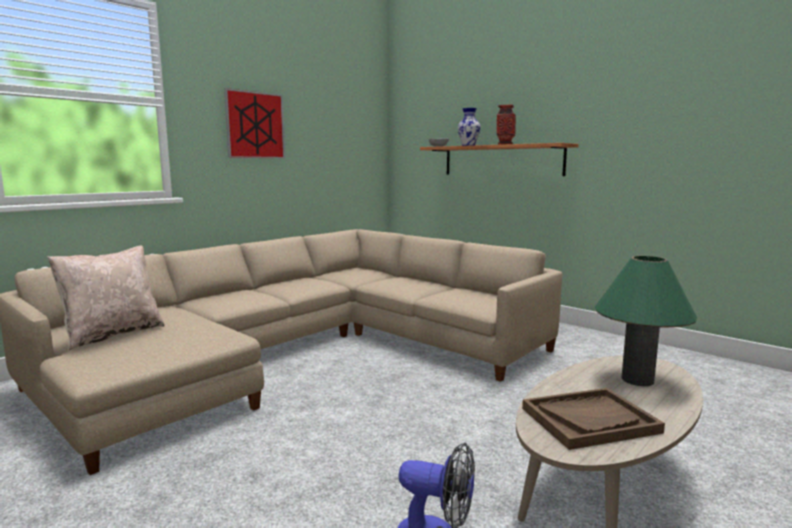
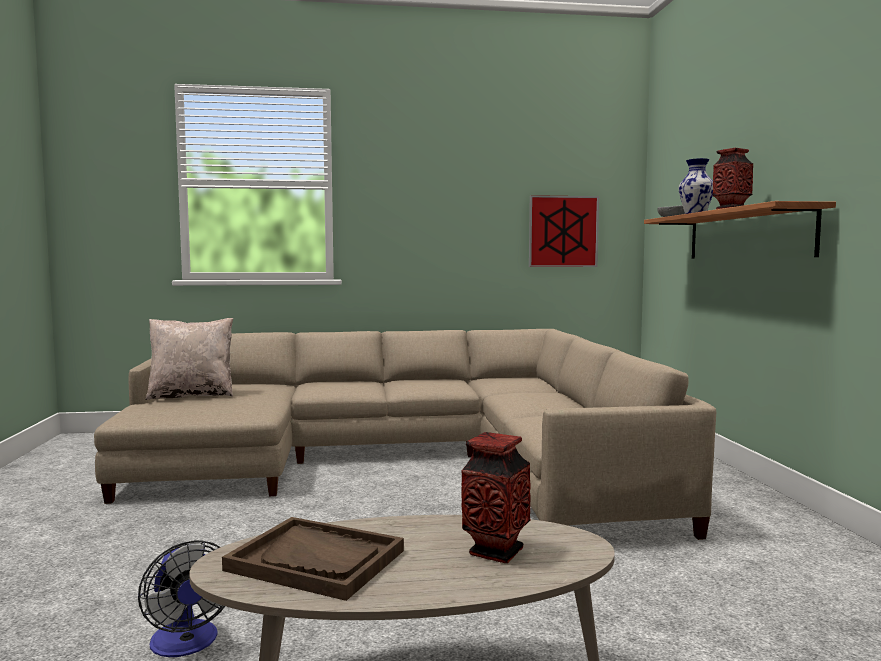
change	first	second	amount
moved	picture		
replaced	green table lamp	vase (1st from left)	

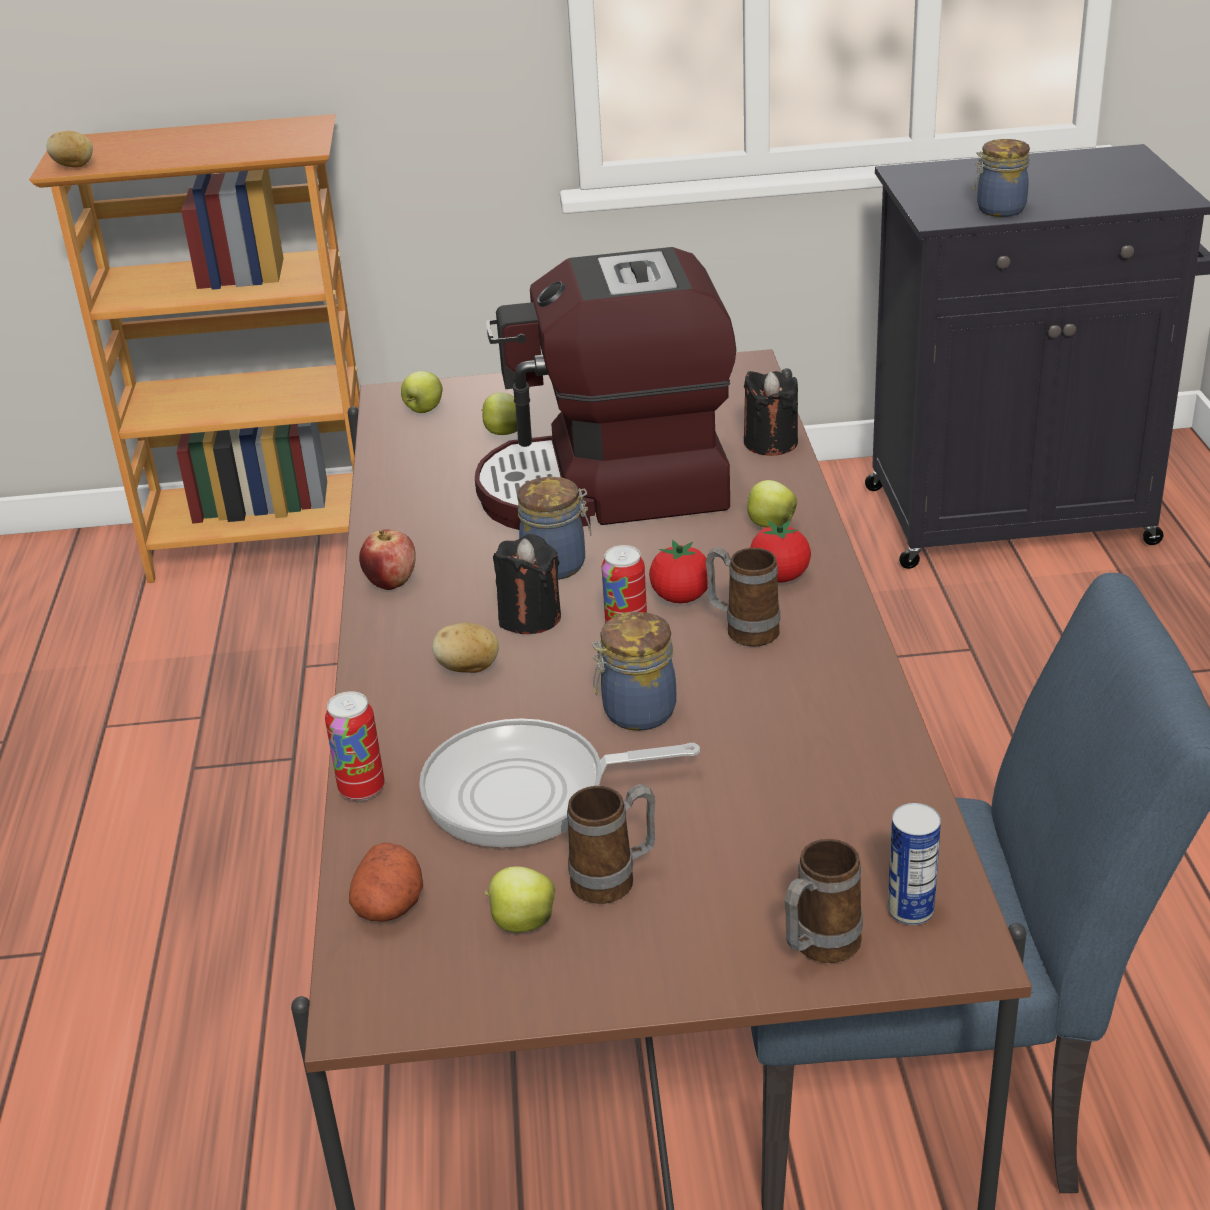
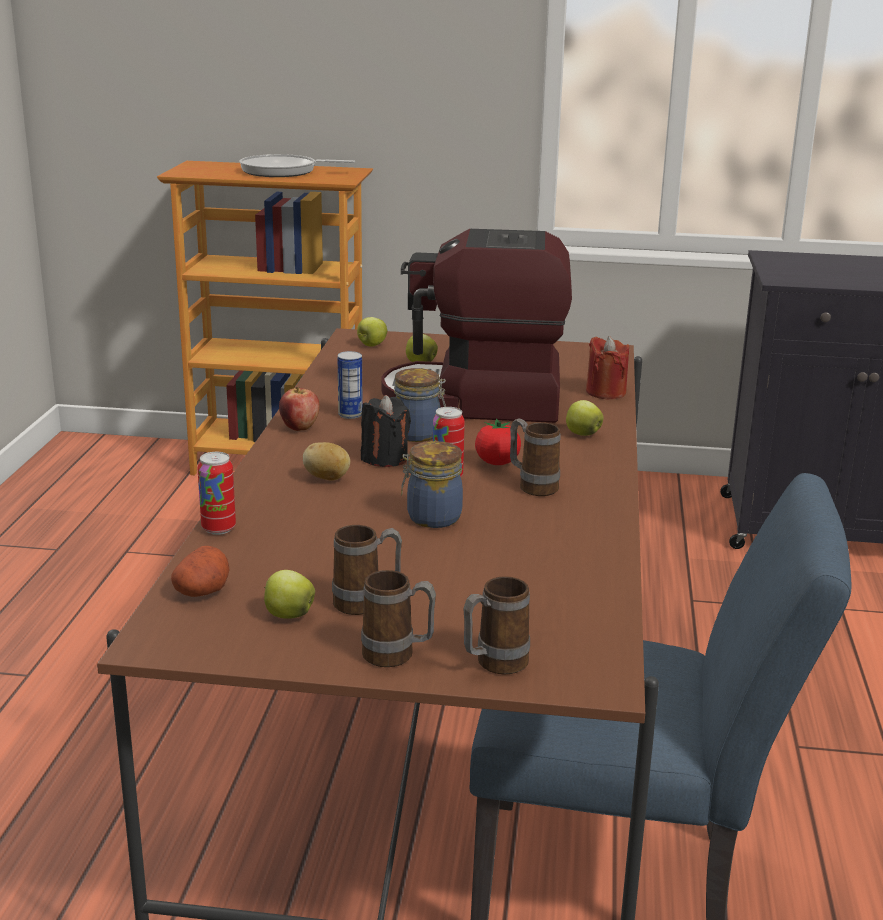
change	first	second	amount
removed	potato (1st from left)		
removed	jar (3rd from left)		
recoloured	black candle (2nd from left)	red candle	
removed	tomato (2nd from left)		
moved	frying pan		
moved	can (3rd from left in the first image)	can (2nd from left)	
added		mug (2nd from left)	

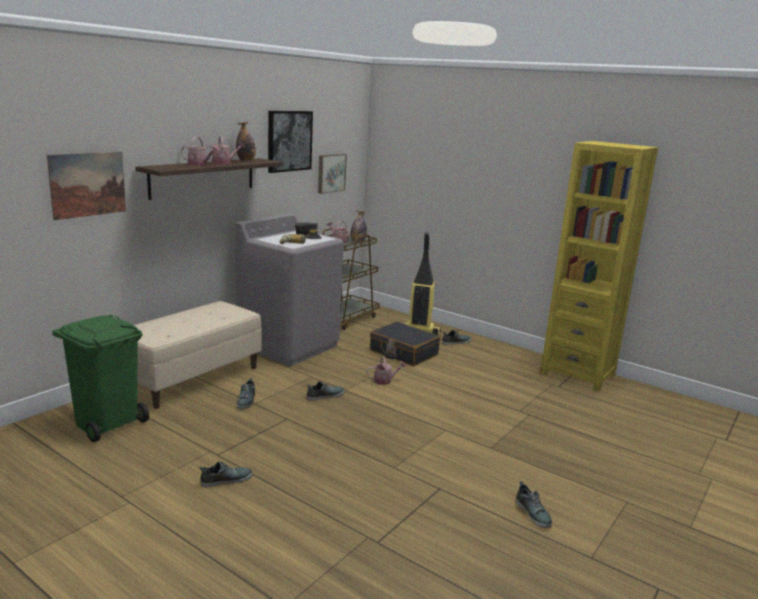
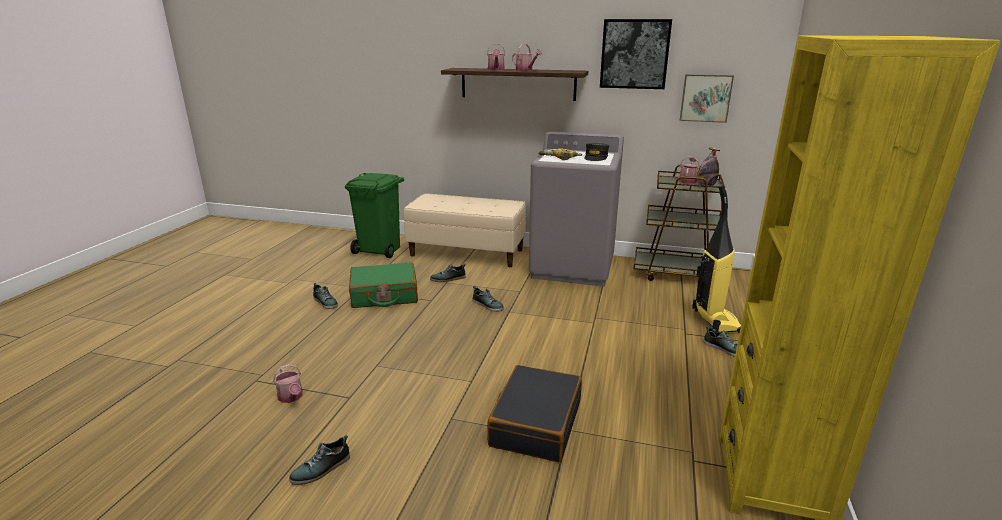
change	first	second	amount
removed	bottle (1st from left)		
removed	picture (1st from left)		
moved	black suitcase		
moved	watering can (4th from left in the first image)	watering can (1st from left)	
added		green suitcase	

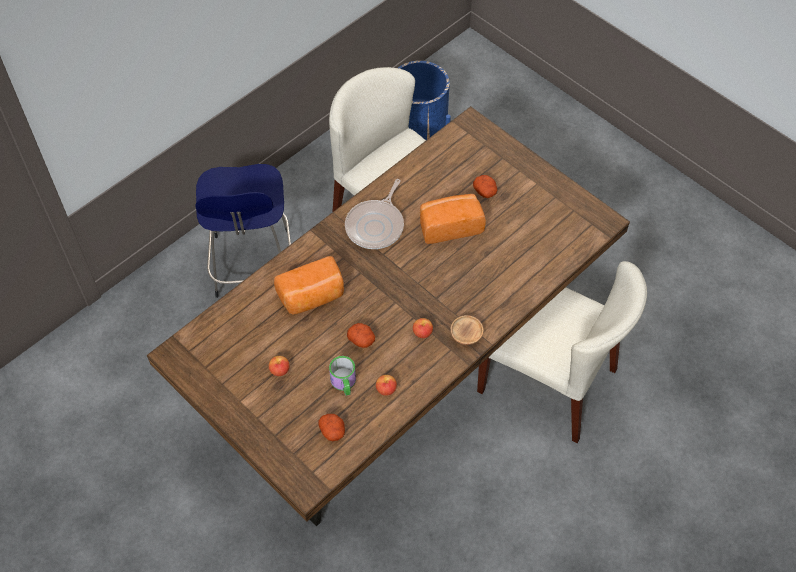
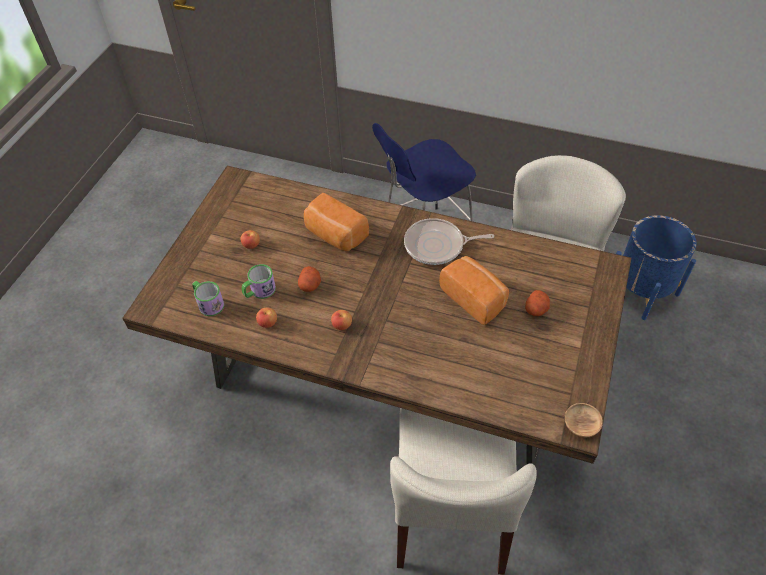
change	first	second	amount
moved	brown bowl		
replaced	potato (1st from left)	mug (1st from left)	

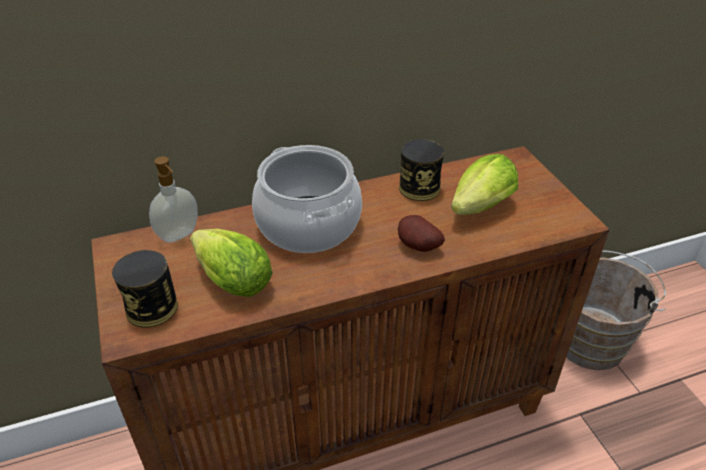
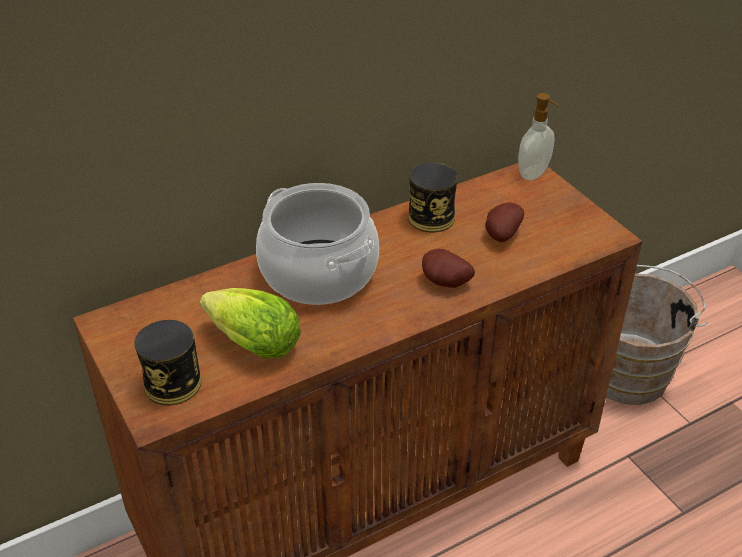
change	first	second	amount
replaced	lettuce (2nd from left)	potato (2nd from left)	
moved	soap dispenser		

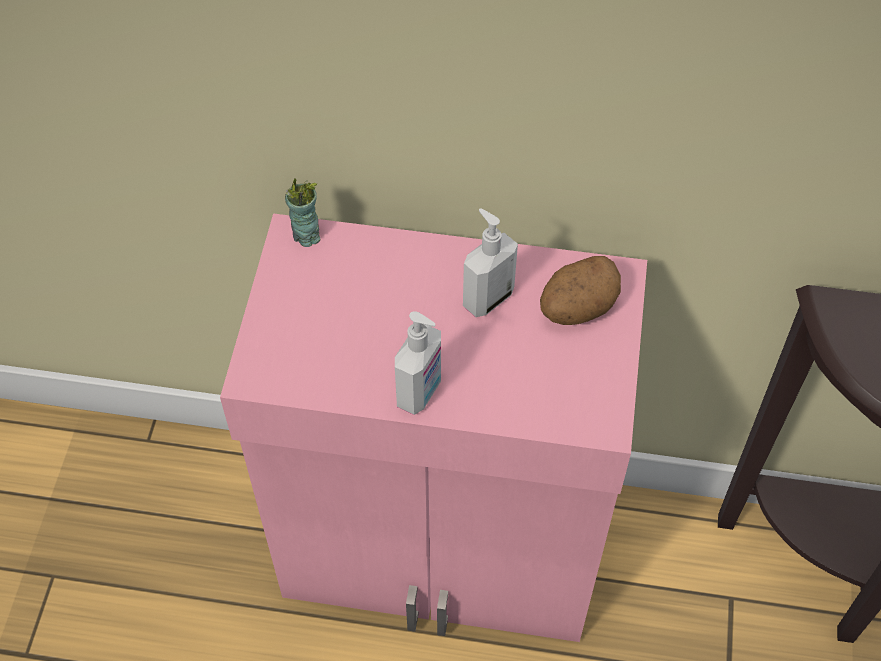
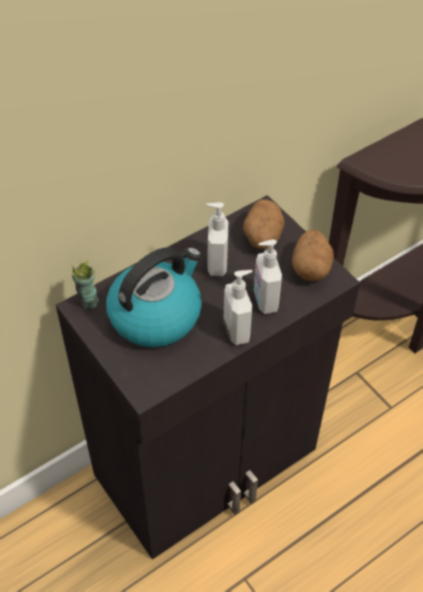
change	first	second	amount
recoloured	pink cabinet	black cabinet	
added		potato (2nd from left)	
added		soap dispenser (3rd from left)	
added		kettle	

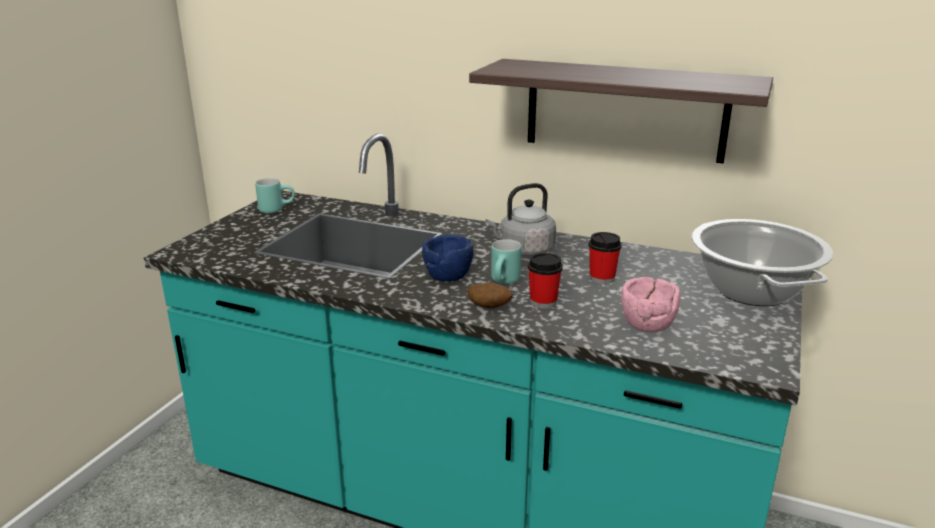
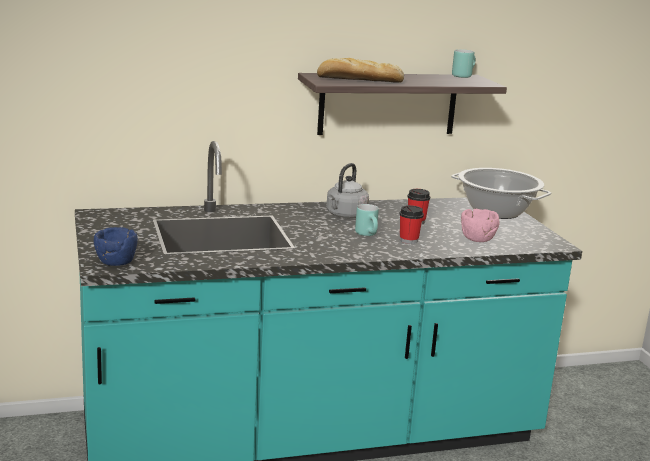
change	first	second	amount
moved	turquoise mug (1st from left in the first image)	turquoise mug (2nd from left)	
moved	blue bowl		
removed	potato		
added		bread	

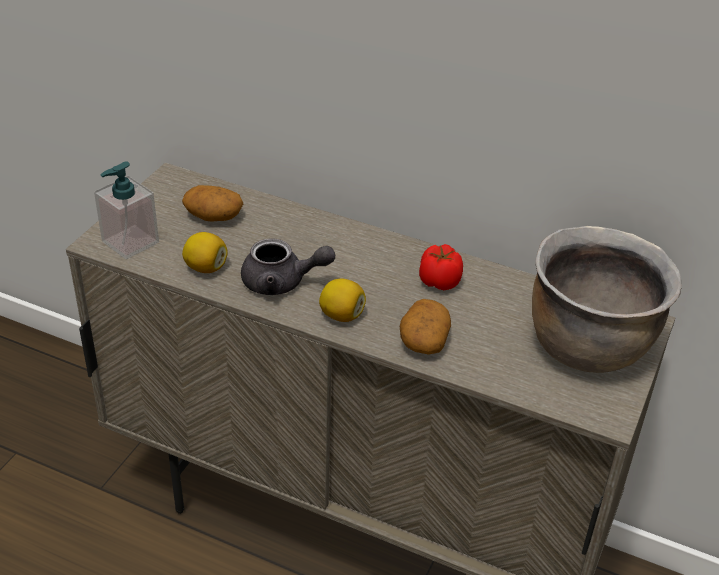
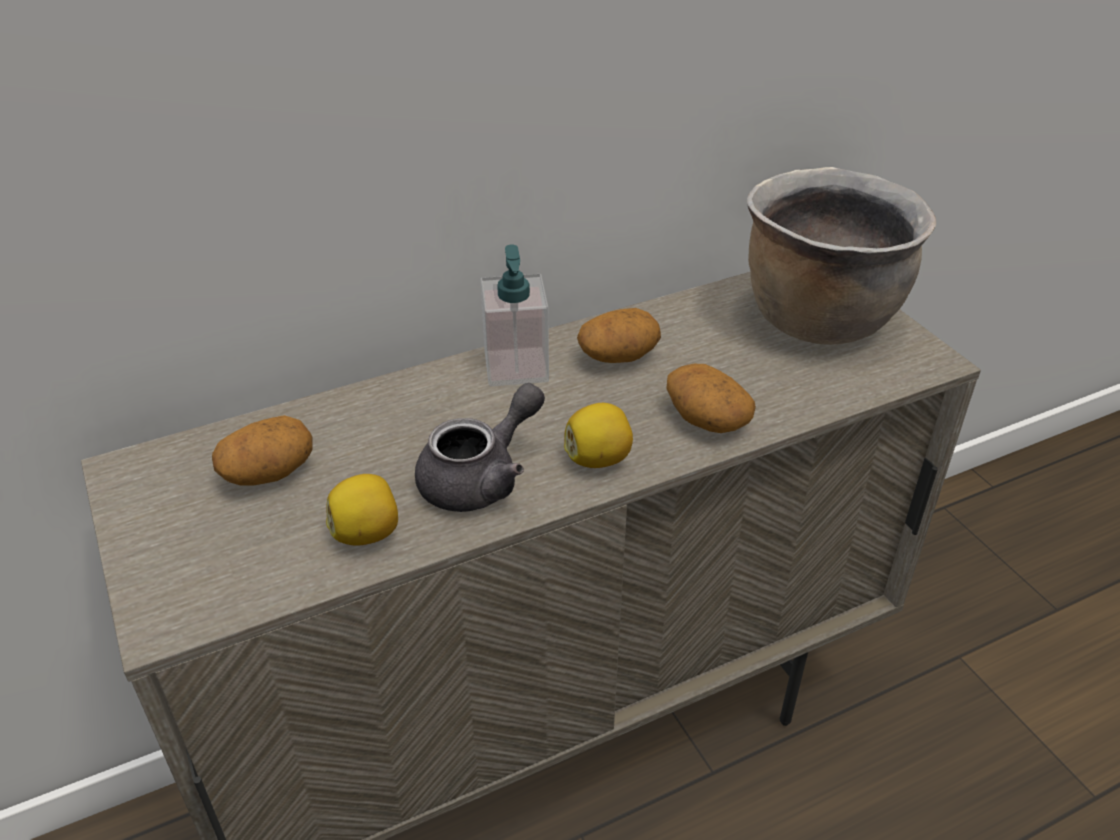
change	first	second	amount
moved	soap dispenser		
replaced	tomato	potato (2nd from left)	

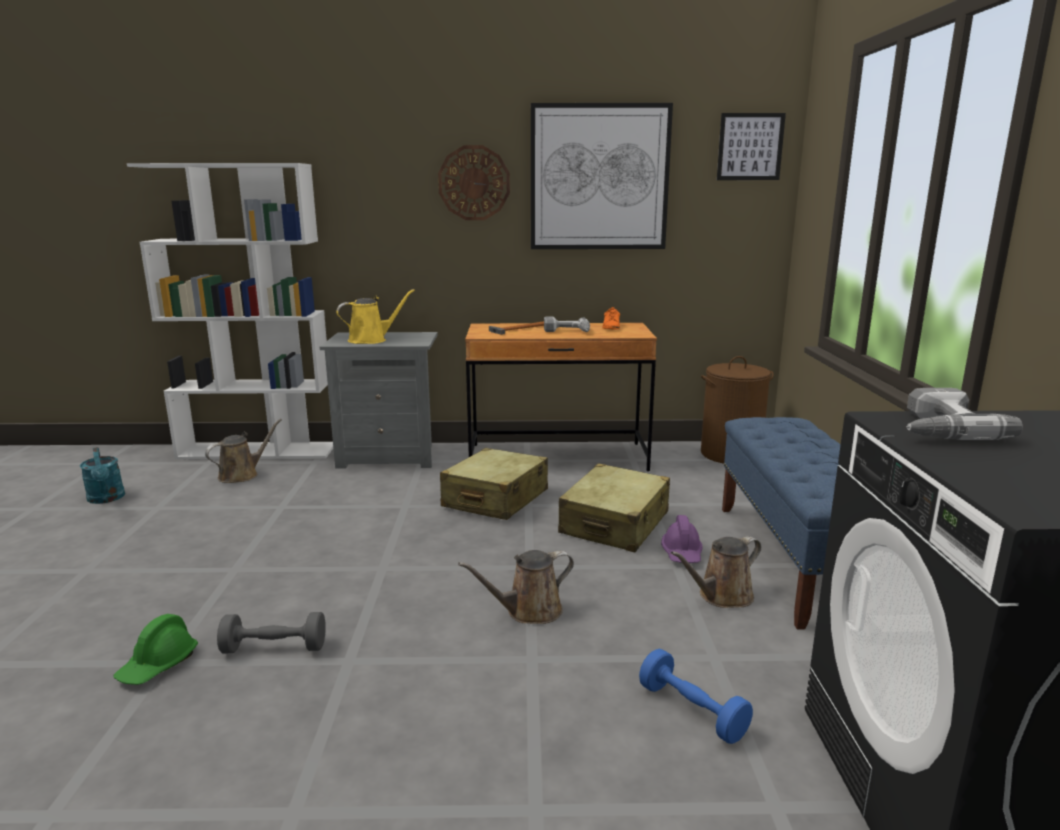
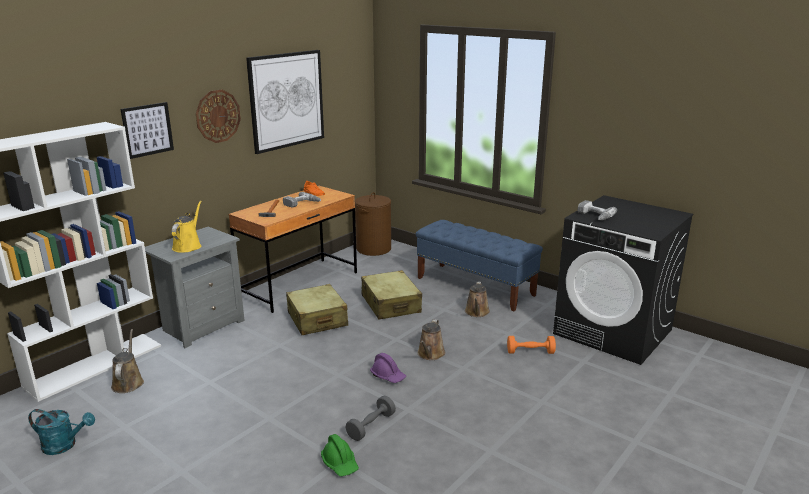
change	first	second	amount
moved	picture (2nd from left in the first image)	picture (1st from left)	
moved	purple hard hat		
recoloured	blue dumbbell	orange dumbbell	

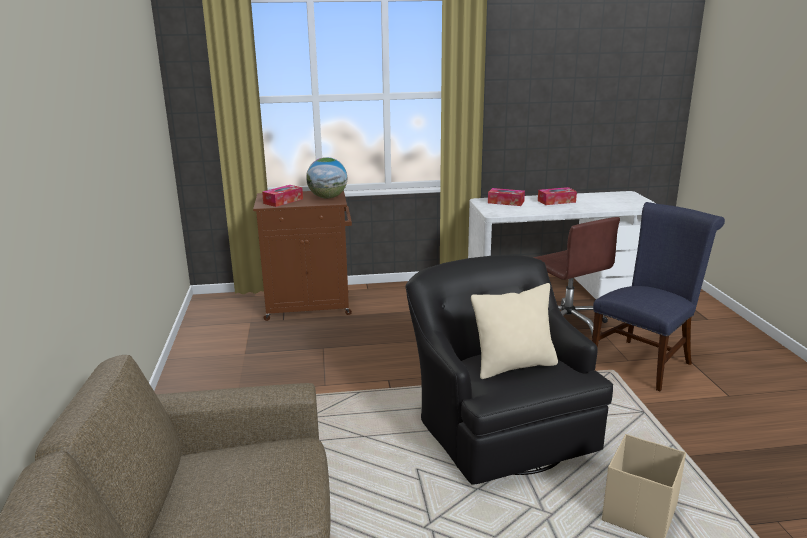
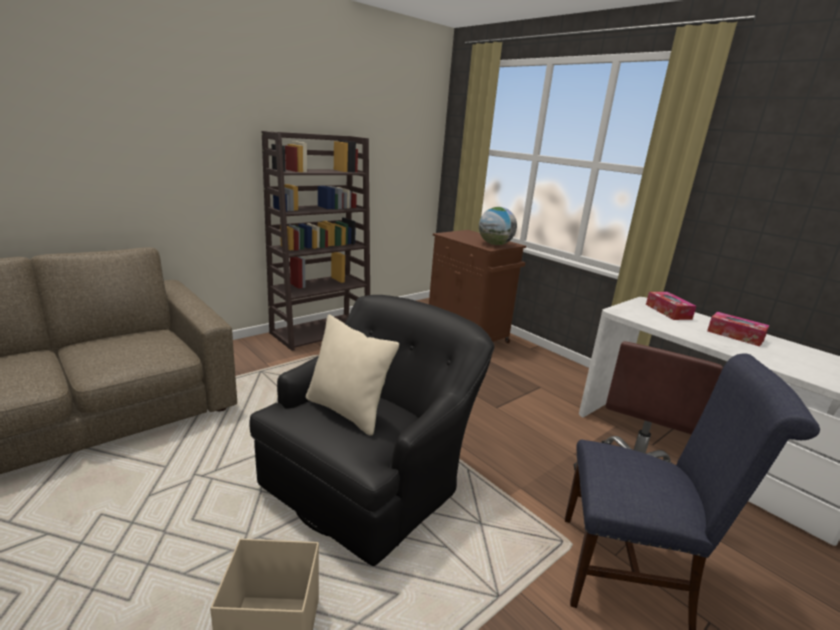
change	first	second	amount
removed	tissue box (1st from left)		
added		brown bookcase	

